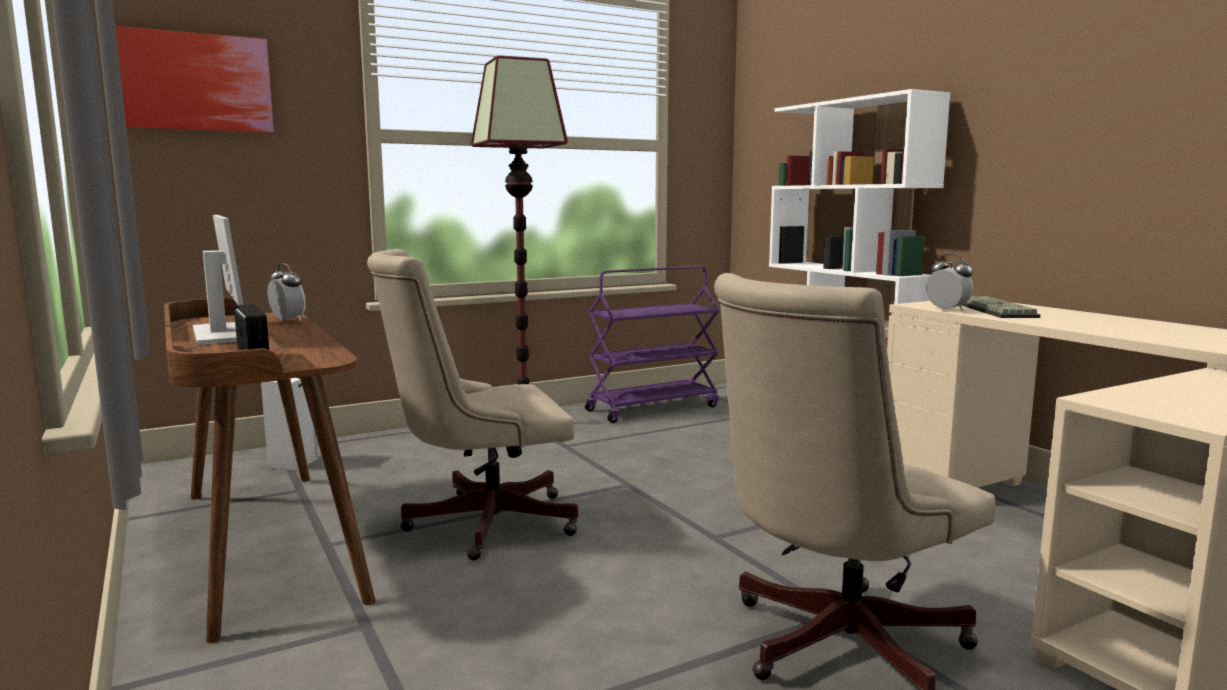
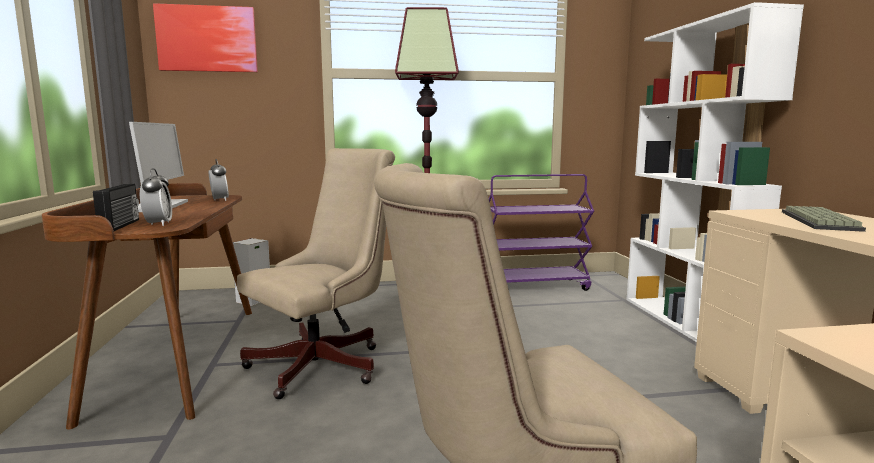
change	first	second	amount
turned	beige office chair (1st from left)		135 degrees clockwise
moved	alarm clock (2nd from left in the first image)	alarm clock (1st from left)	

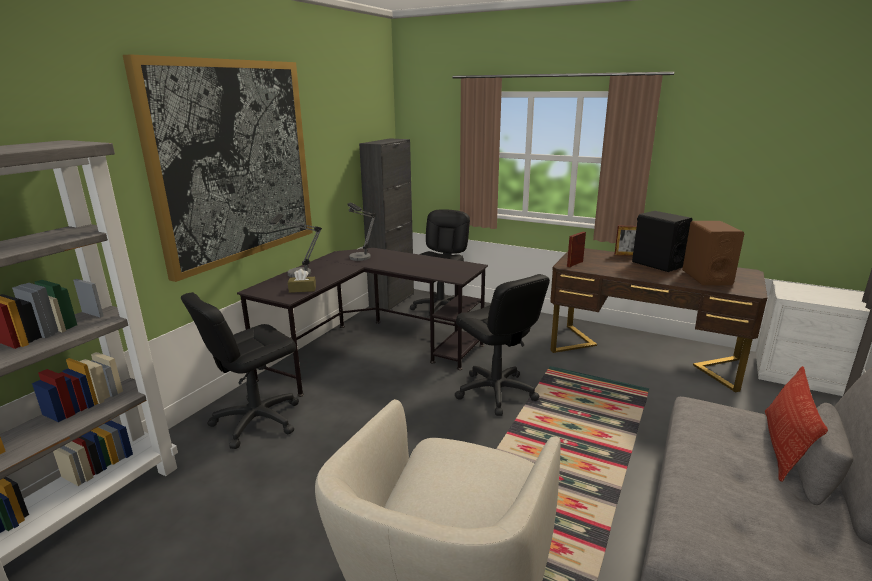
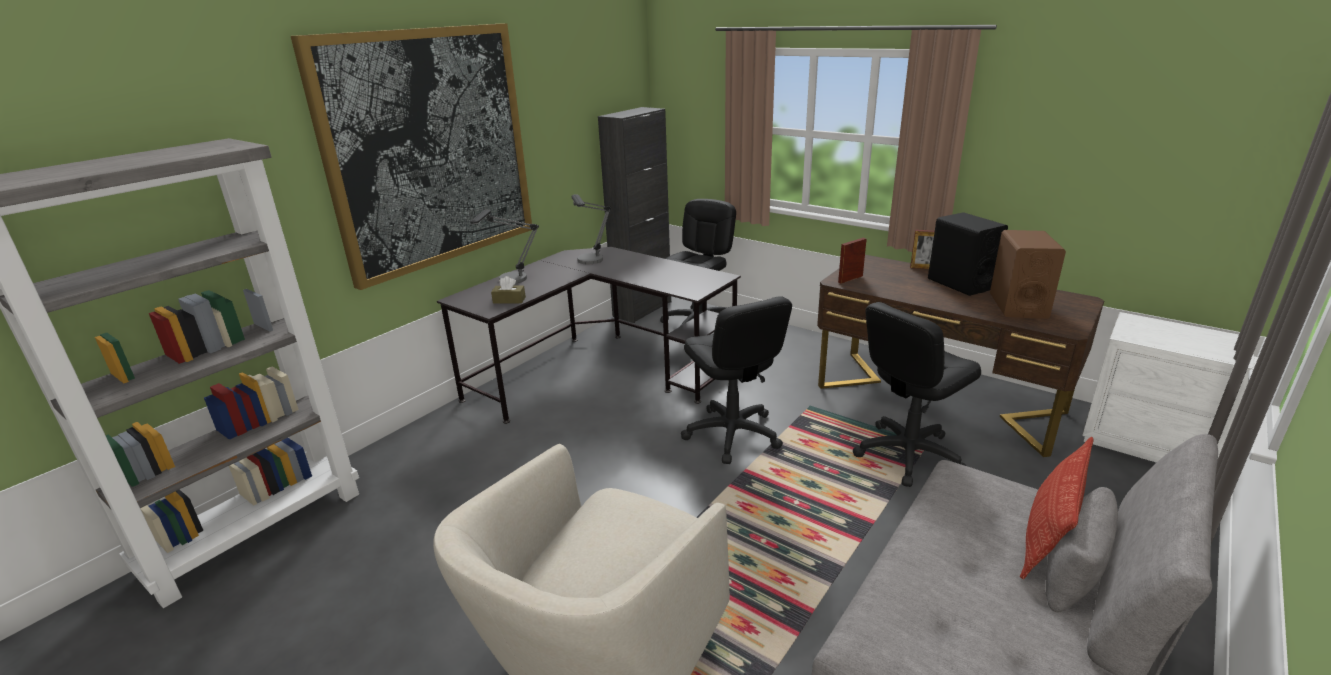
change	first	second	amount
moved	black office chair (1st from left in the first image)	black office chair (3rd from left)	

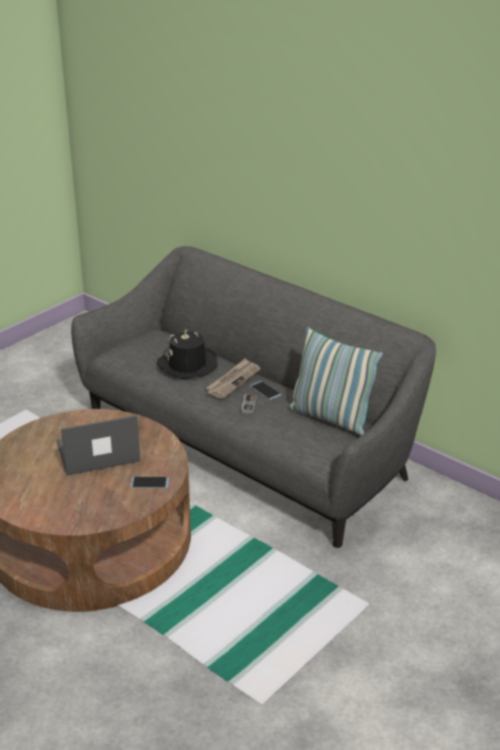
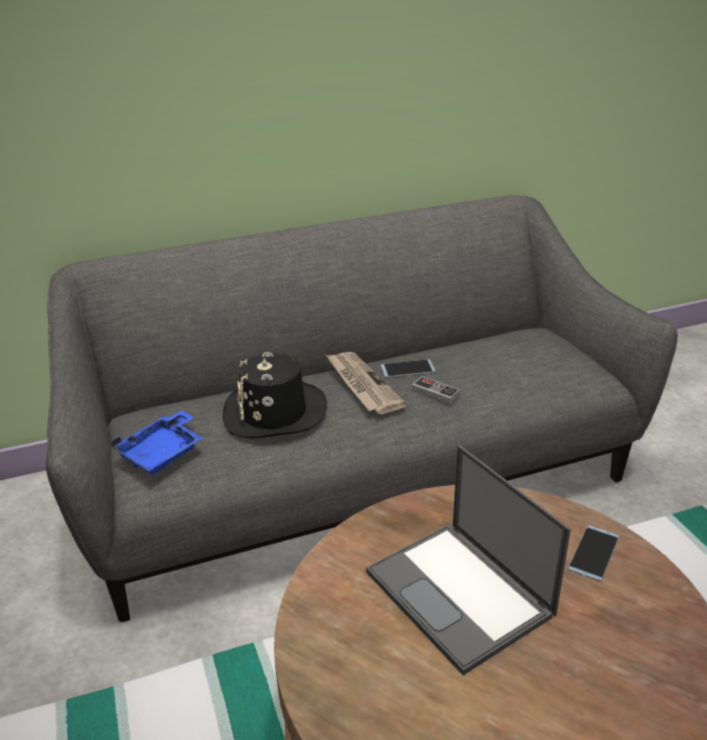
change	first	second	amount
removed	pillow		
turned	laptop		45 degrees counterclockwise
added		blue tray	

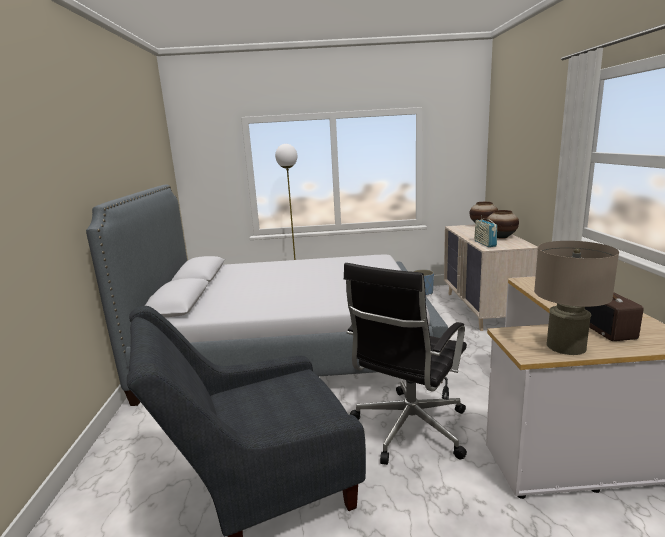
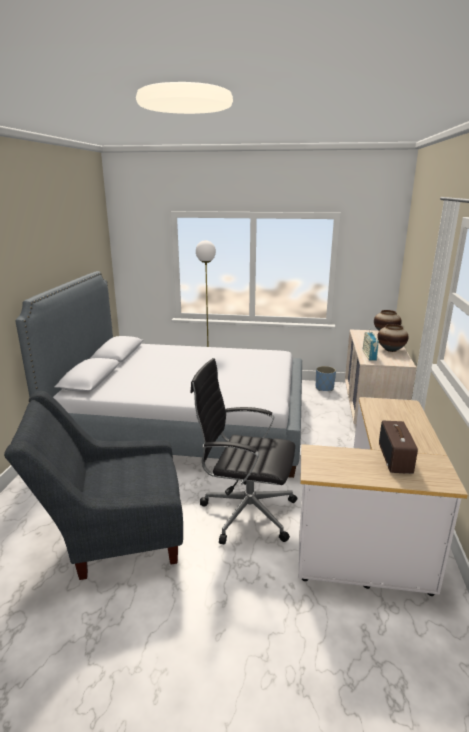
change	first	second	amount
removed	beige table lamp		
turned	black office chair		60 degrees clockwise

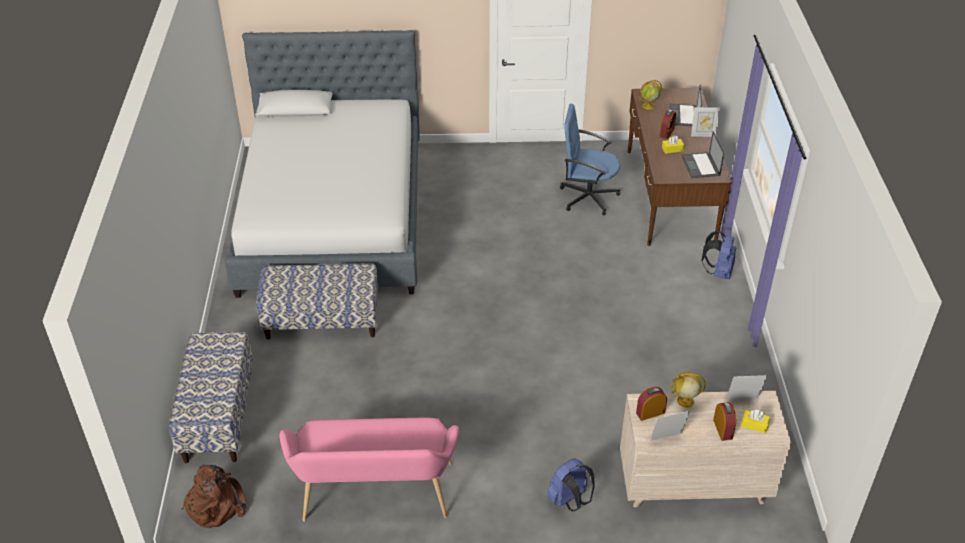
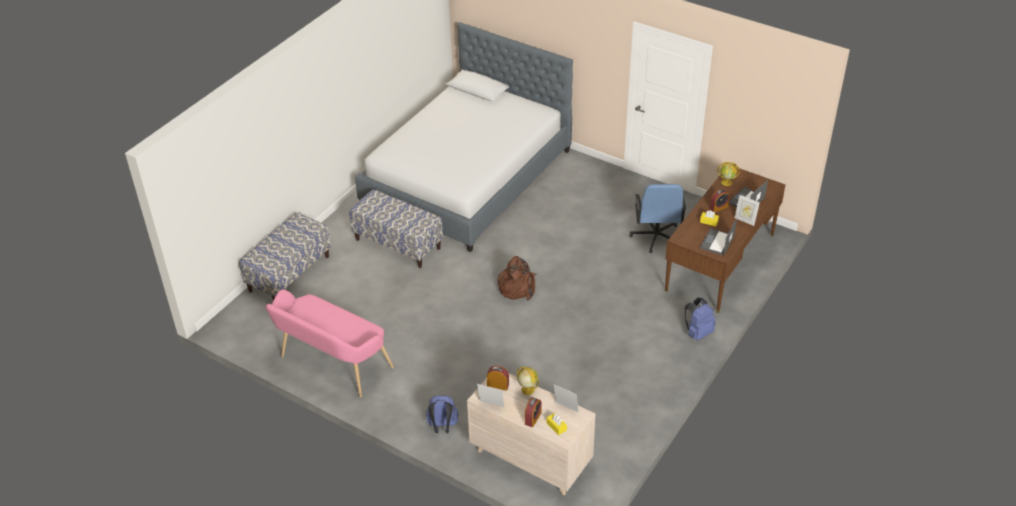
change	first	second	amount
turned	blue office chair		135 degrees counterclockwise
moved	brown backpack		

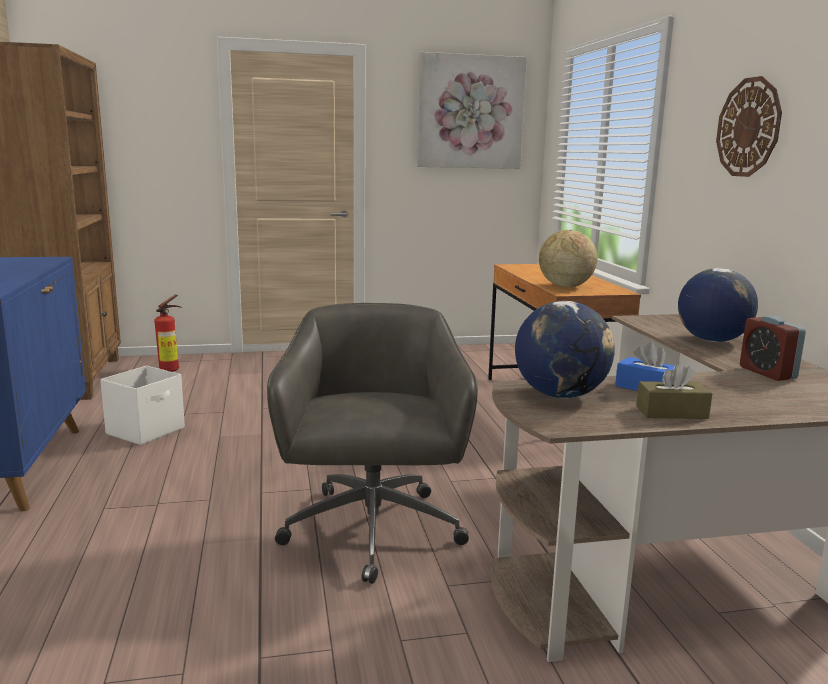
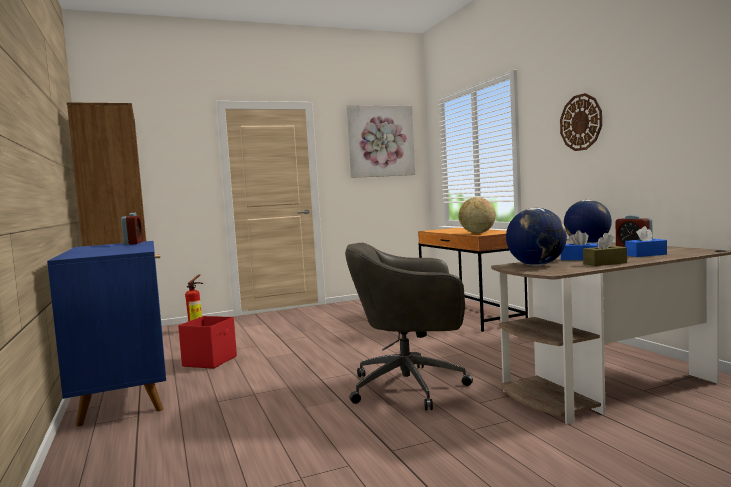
change	first	second	amount
turned	grey office chair		75 degrees counterclockwise
recoloured	white storage box	red storage box	
added		alarm clock (1st from left)	
added		blue tissue box (2nd from left)	

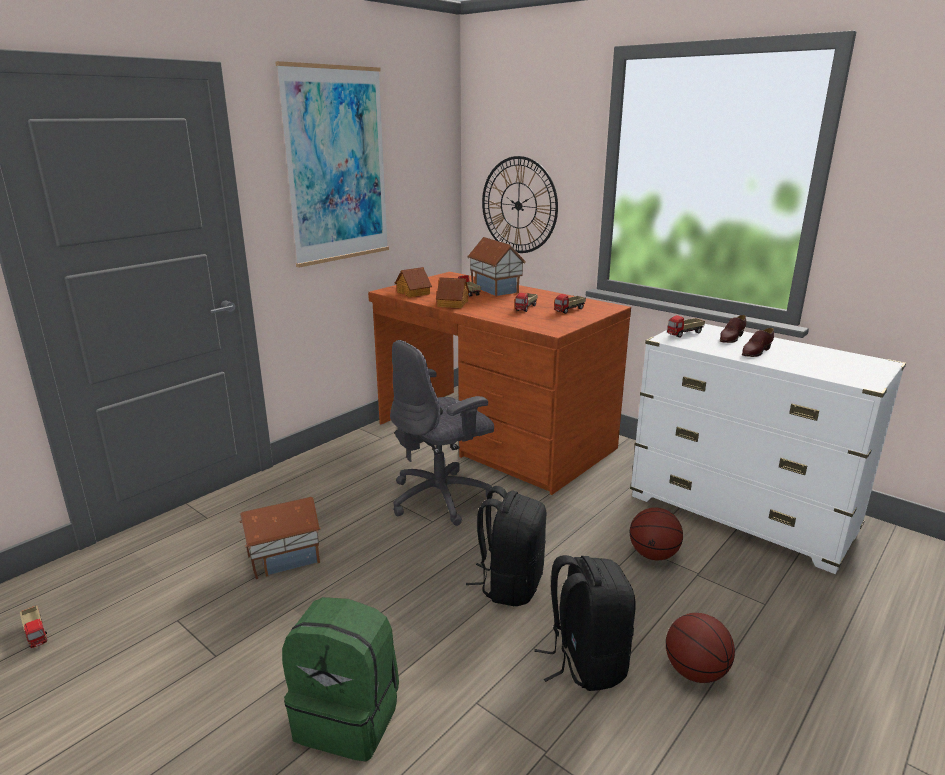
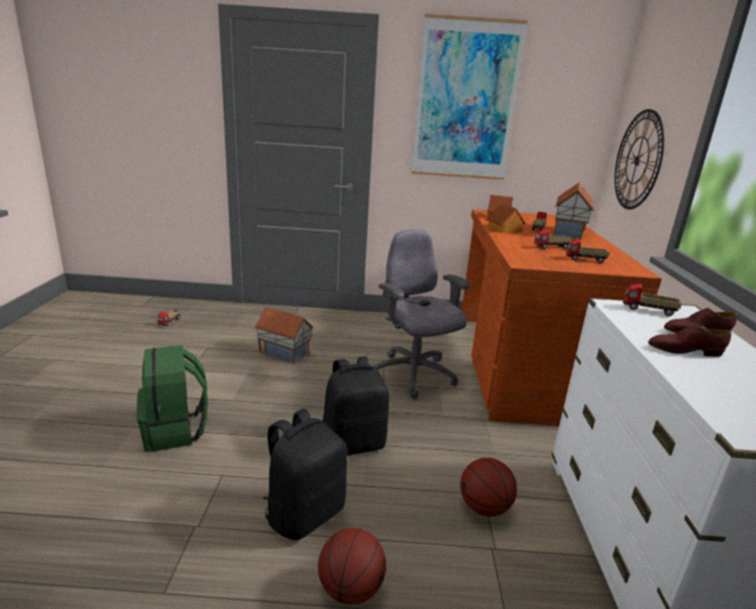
change	first	second	amount
turned	grey office chair		45 degrees clockwise

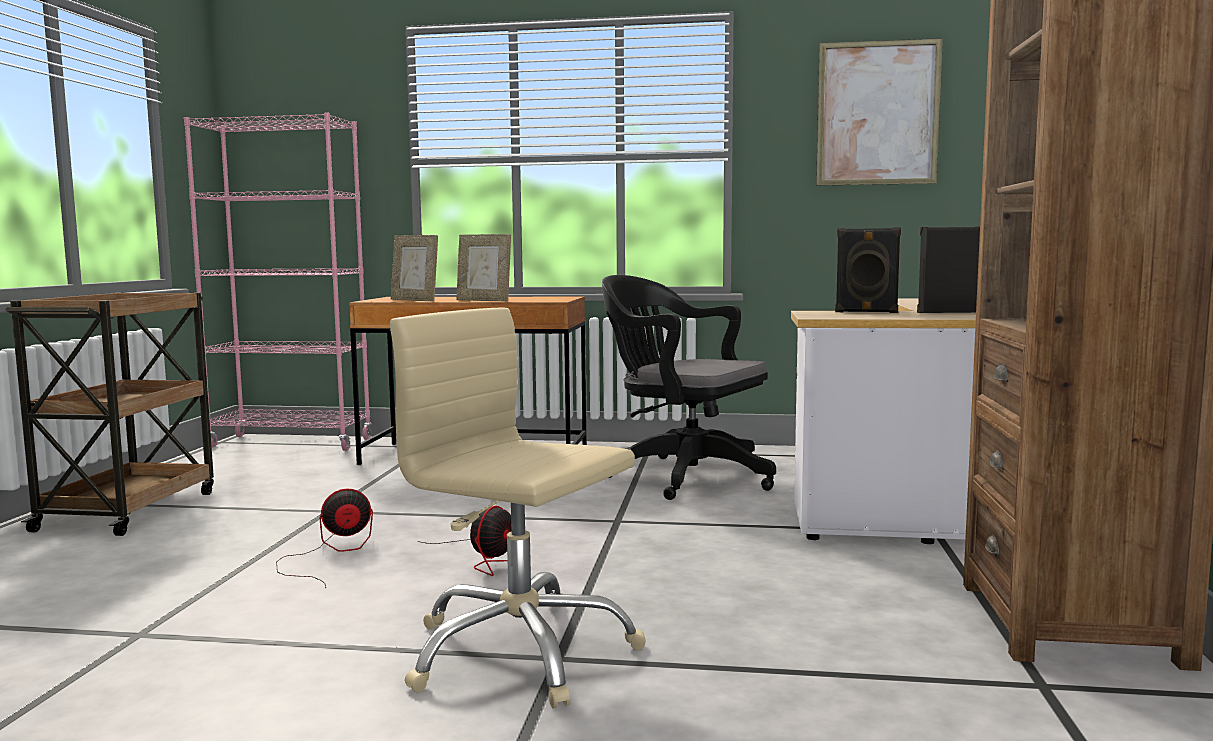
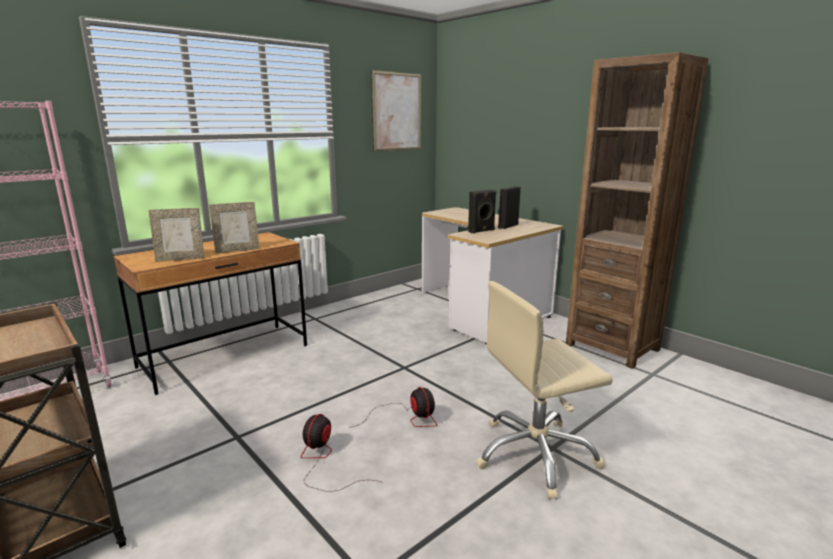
change	first	second	amount
removed	black office chair		

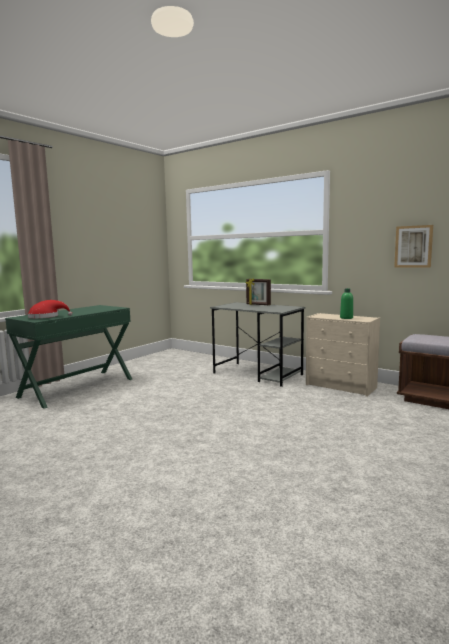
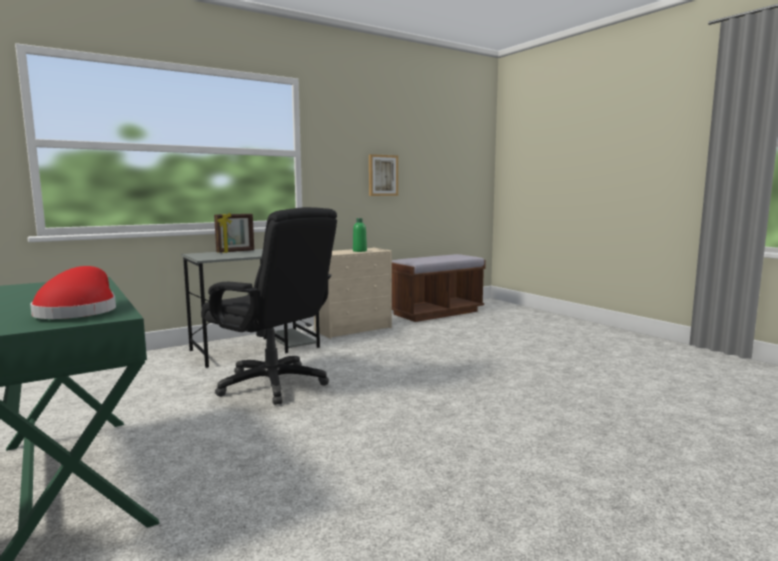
change	first	second	amount
added		black office chair	

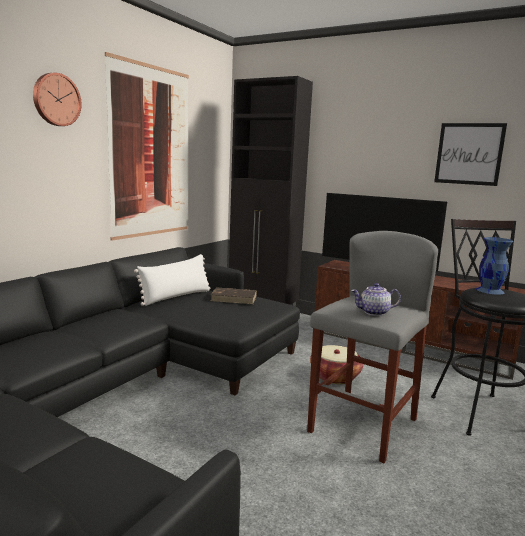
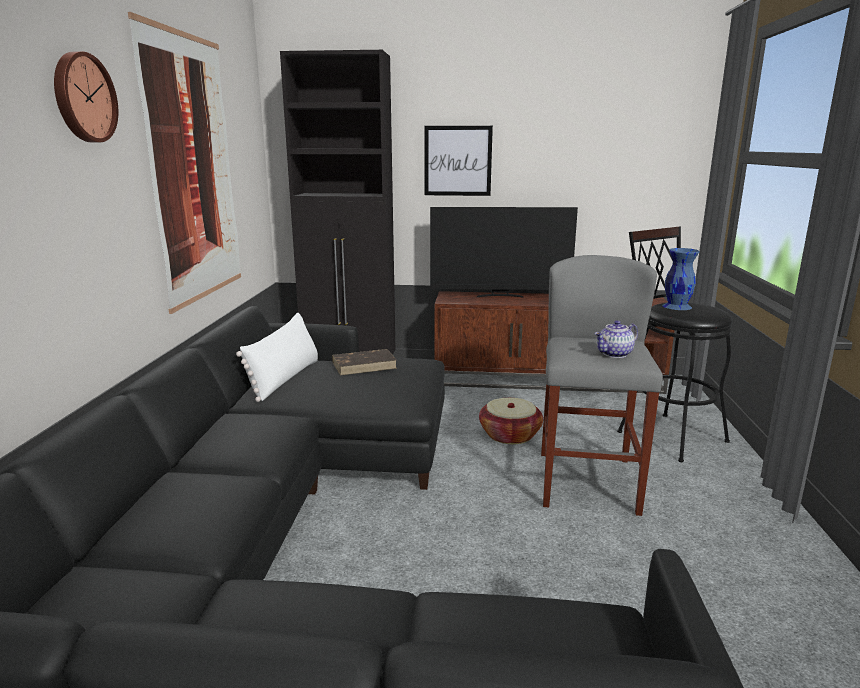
change	first	second	amount
moved	picture (2nd from left)		

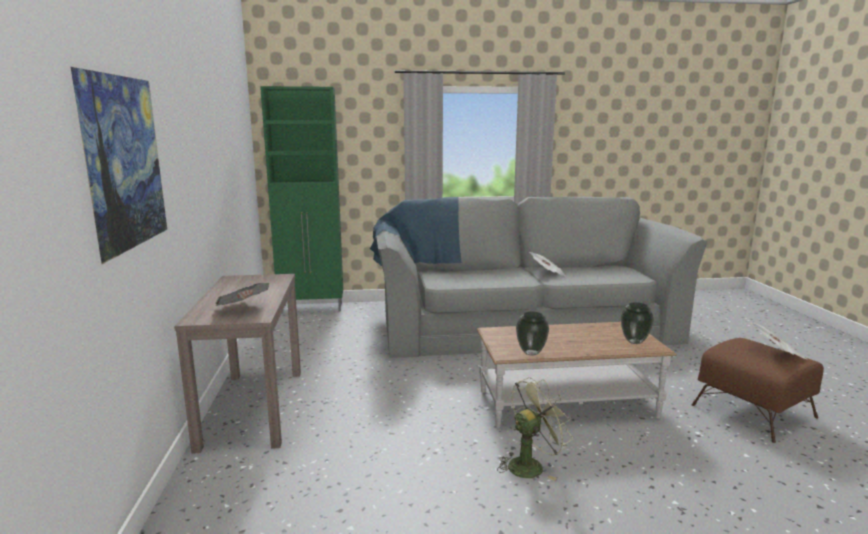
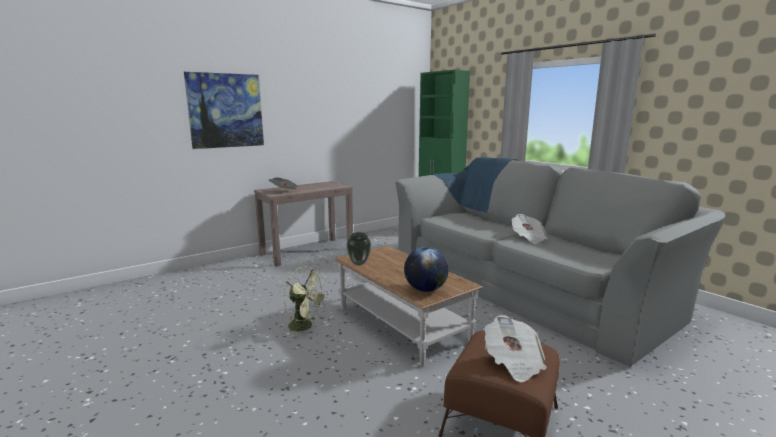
change	first	second	amount
replaced	vase (2nd from left)	globe	

